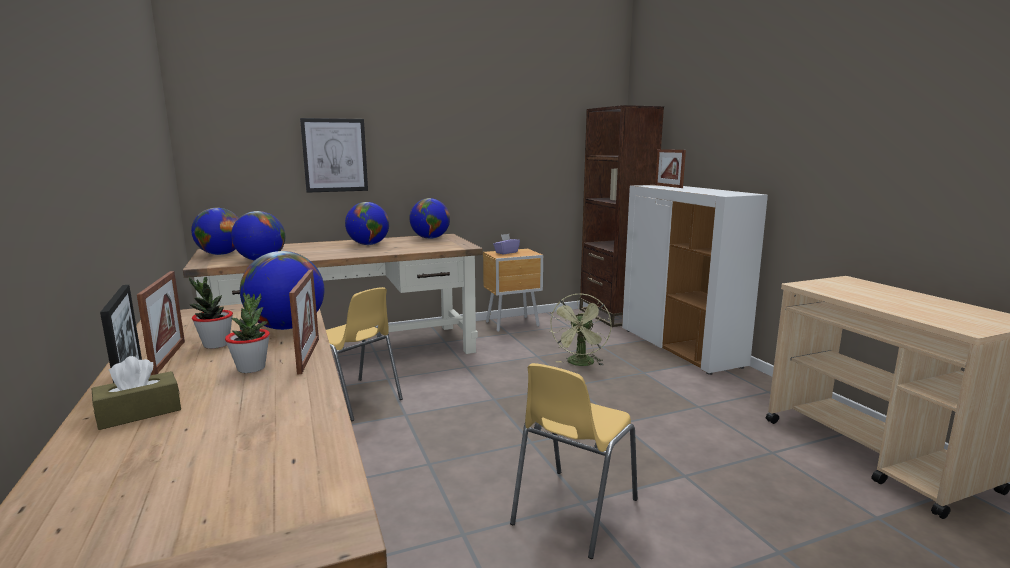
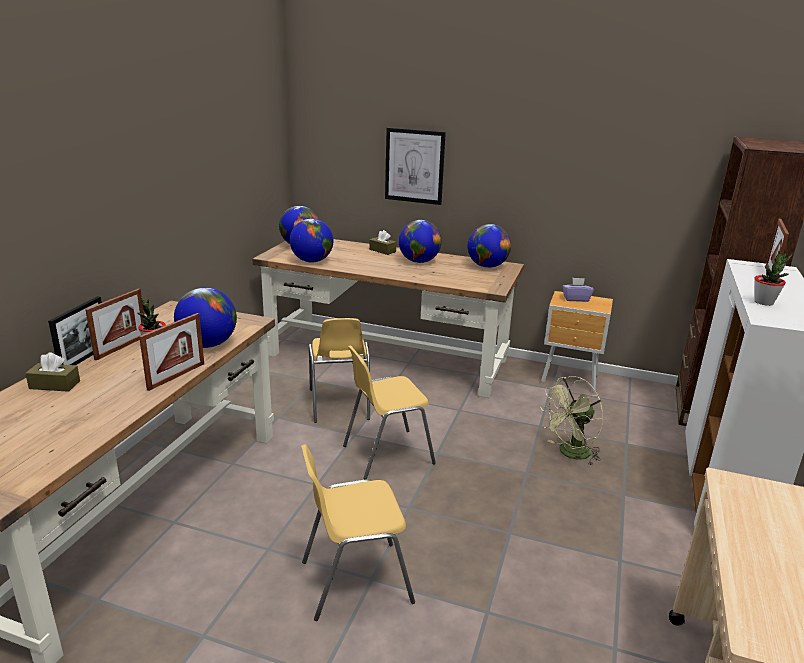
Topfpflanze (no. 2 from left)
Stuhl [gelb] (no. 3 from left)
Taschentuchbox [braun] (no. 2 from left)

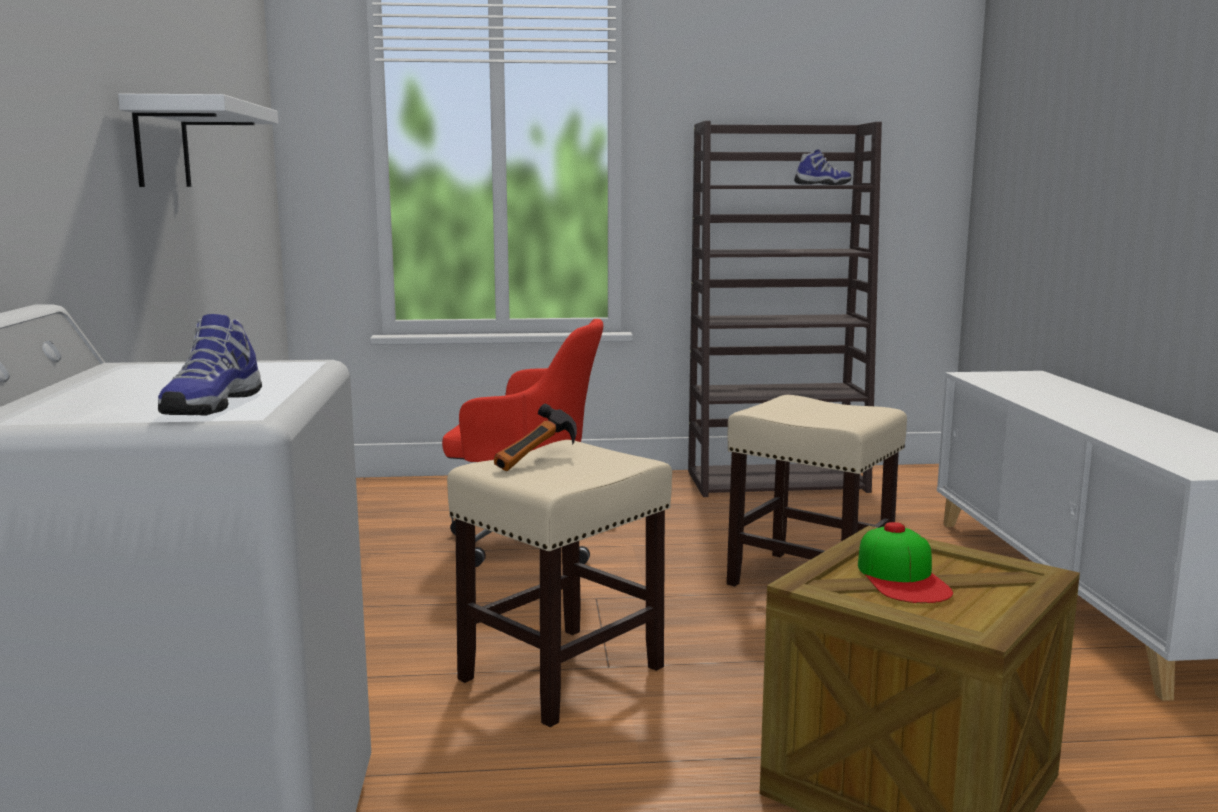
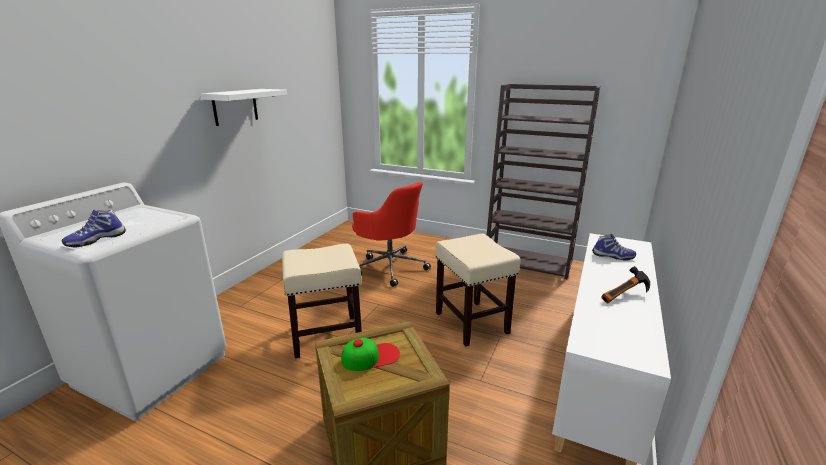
Hammer
Schuh (no. 2 from left)
Kappe

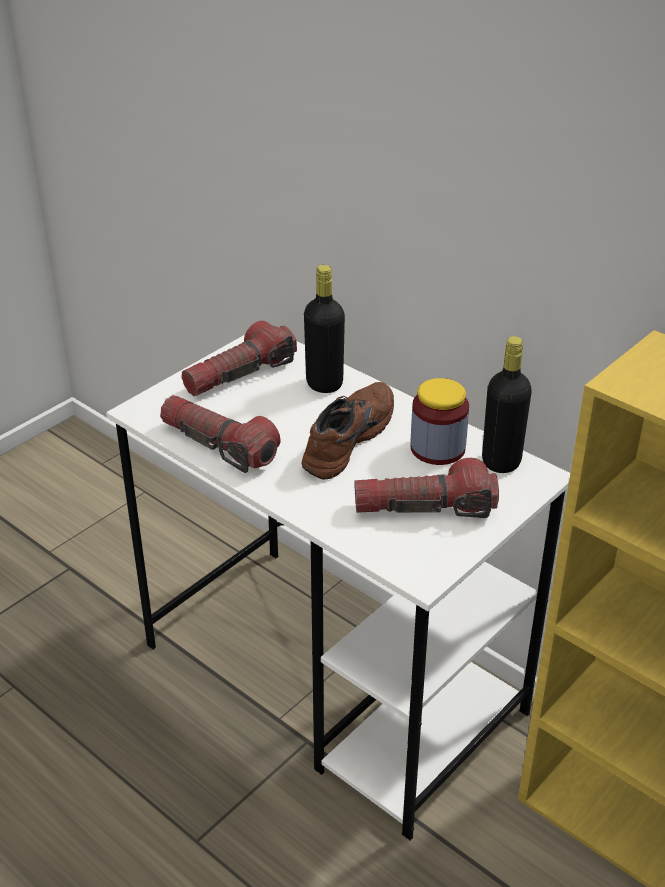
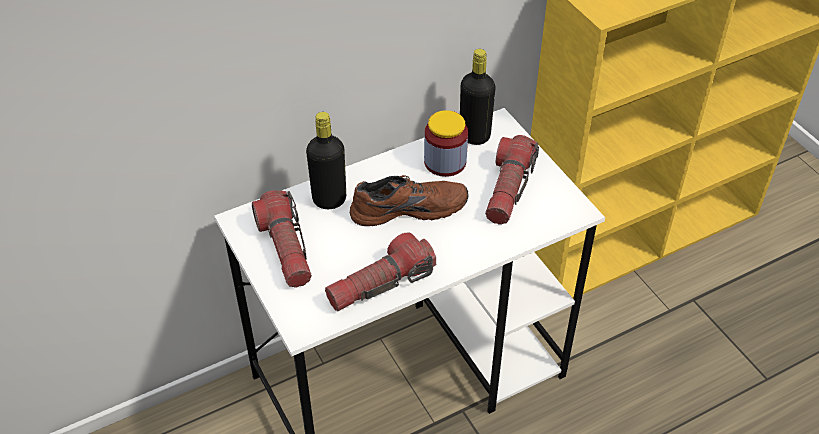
Schuh [braun]

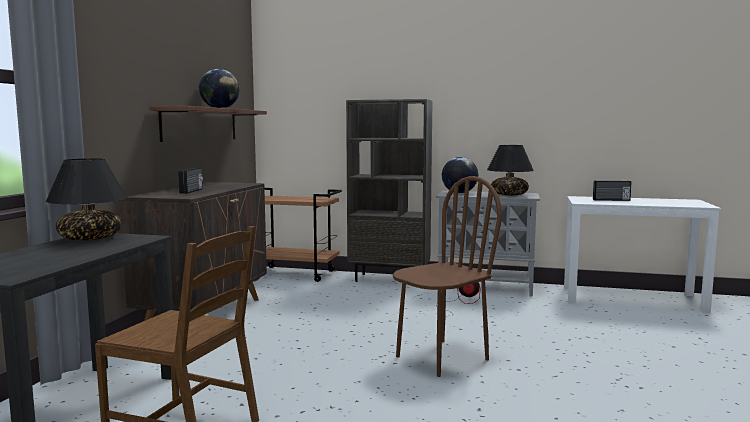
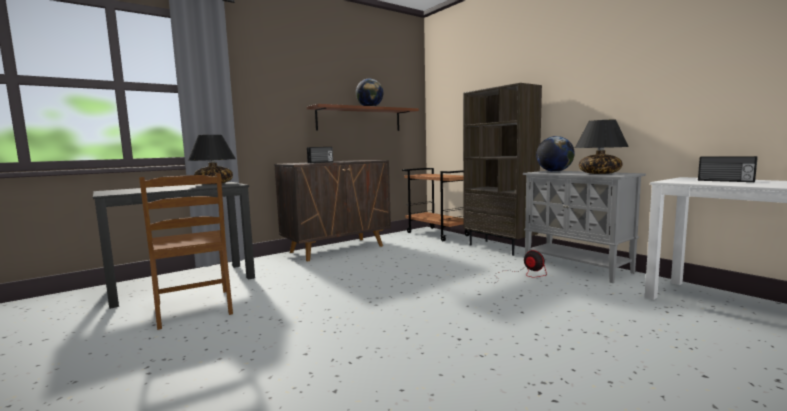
Stuhl [braun] (no. 2 from left in the first image)

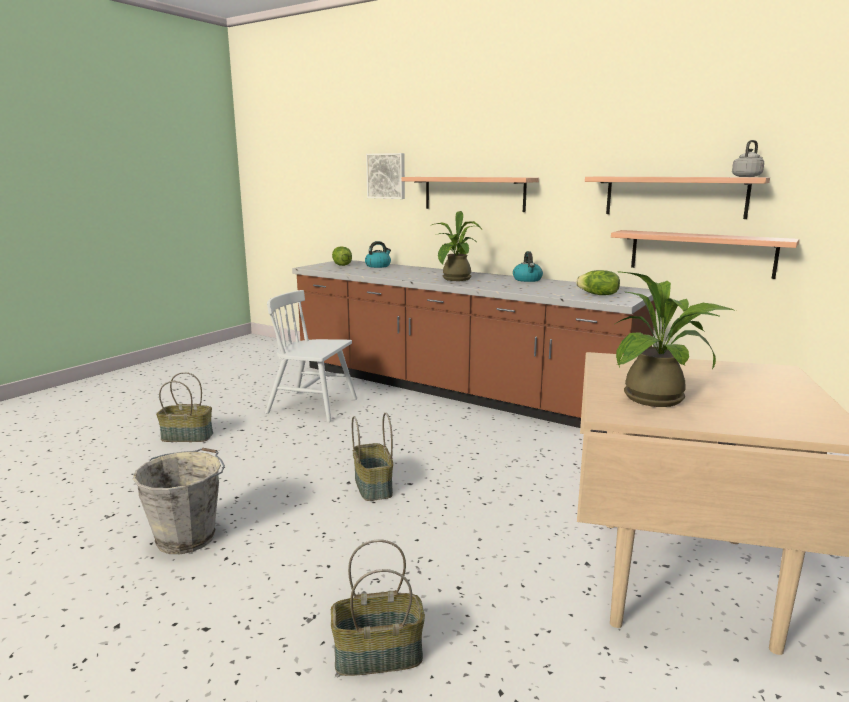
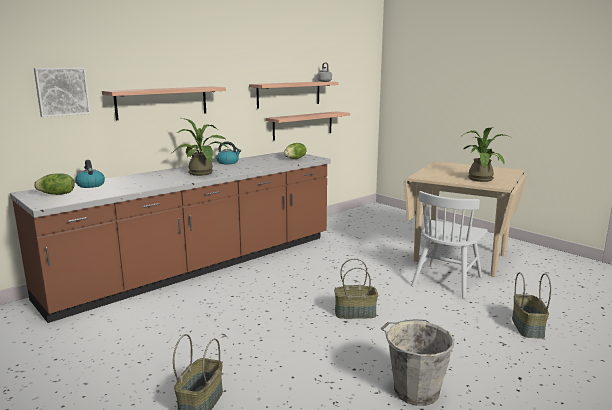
Stuhl [weiß]

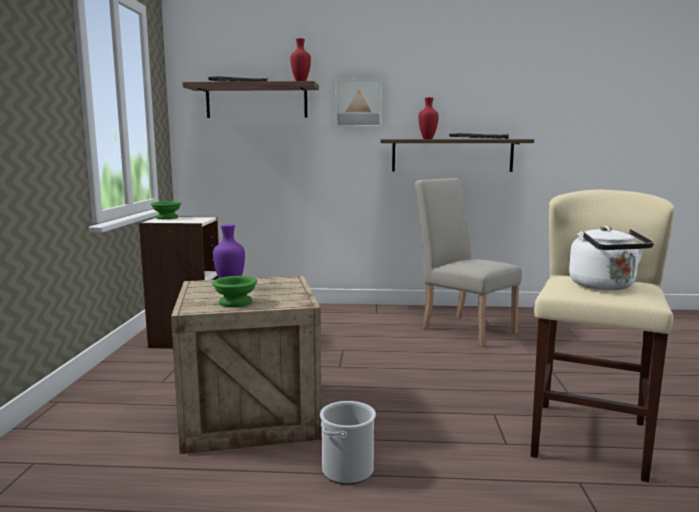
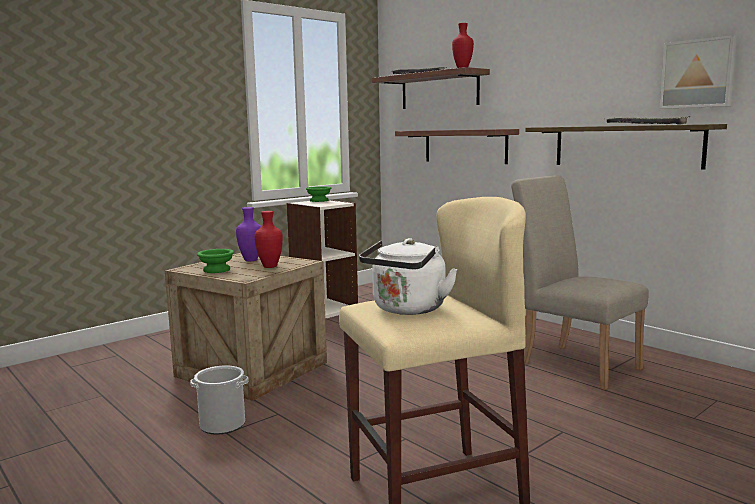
Bild
Stuhl [beige]
Vase [rot] (no. 1 from left)
Wandregal (no. 2 from left)

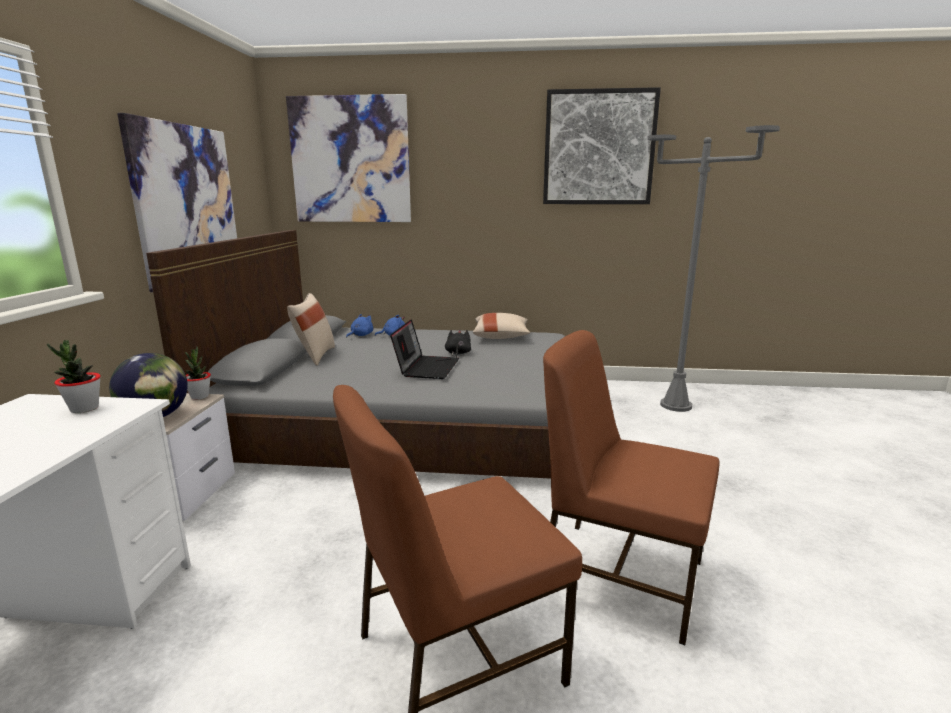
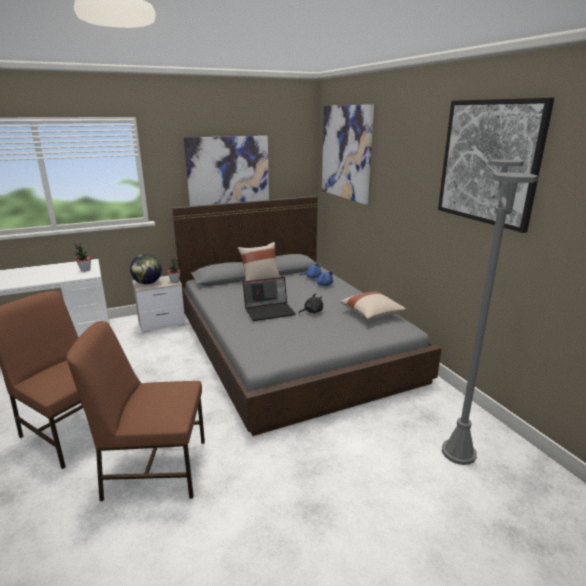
Stuhl [braun] (no. 2 from left)

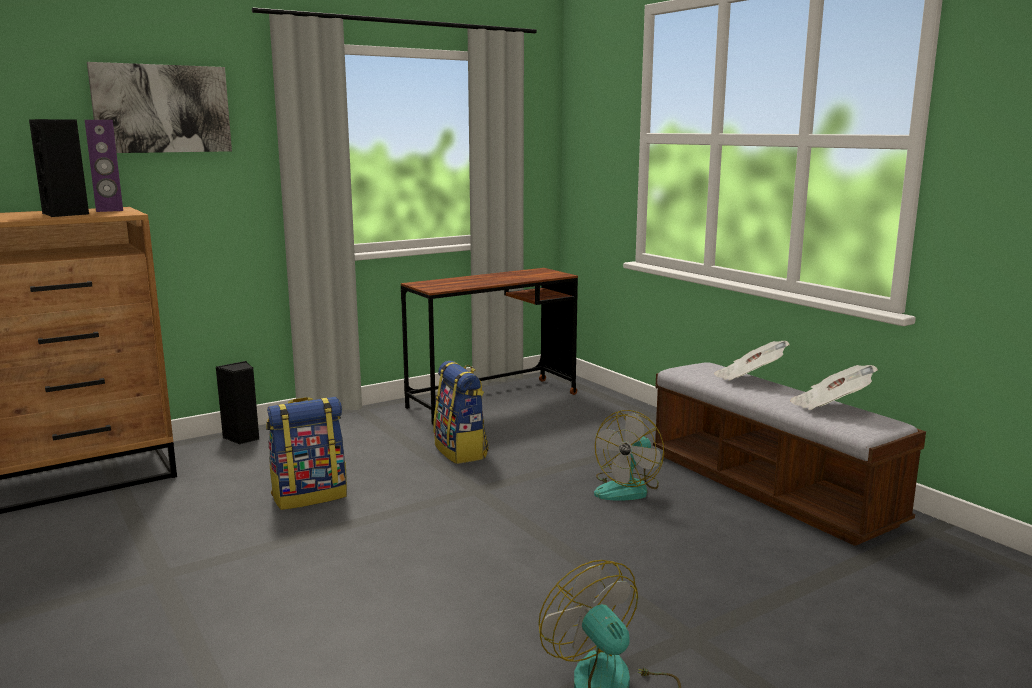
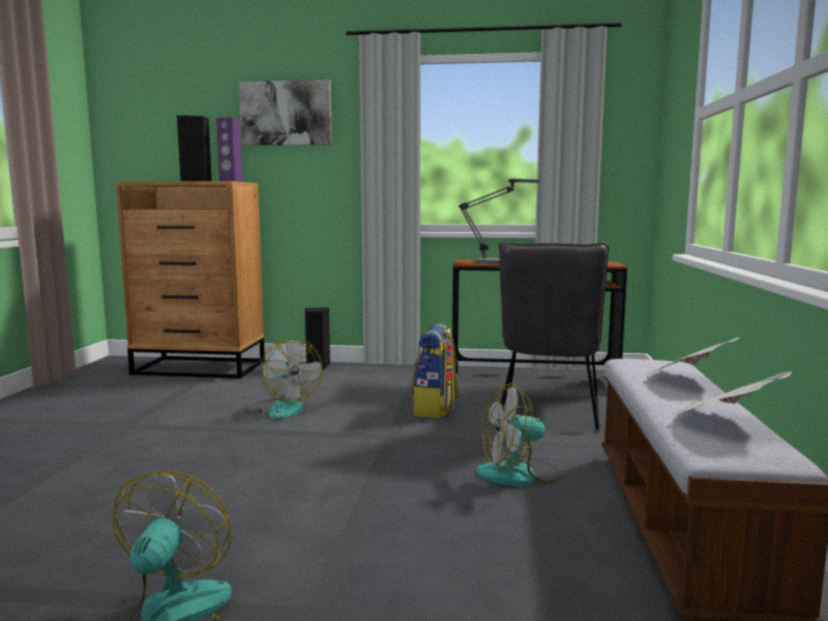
Ventilator (no. 2 from left)
Tischlampe
Stuhl [grau]

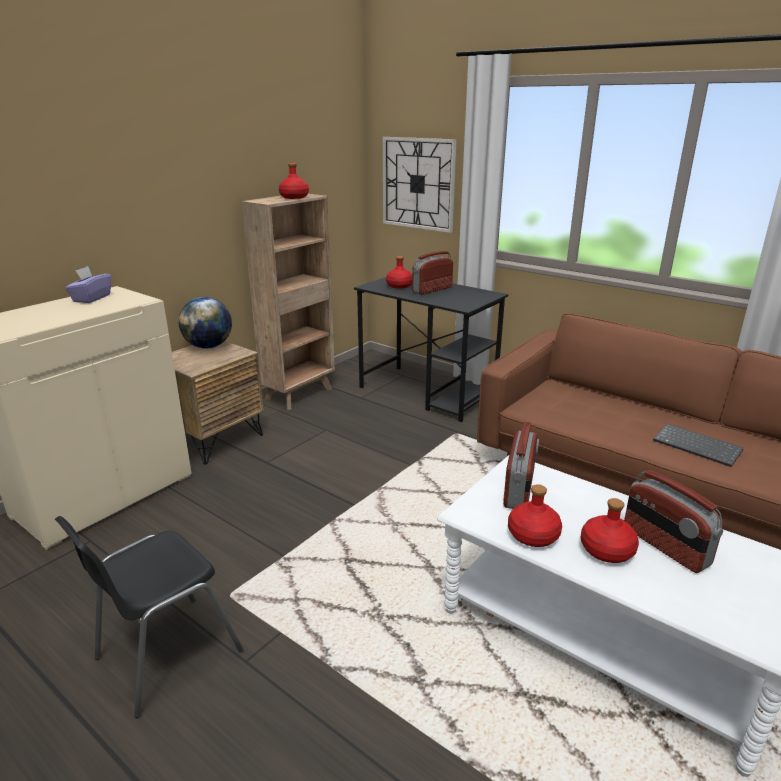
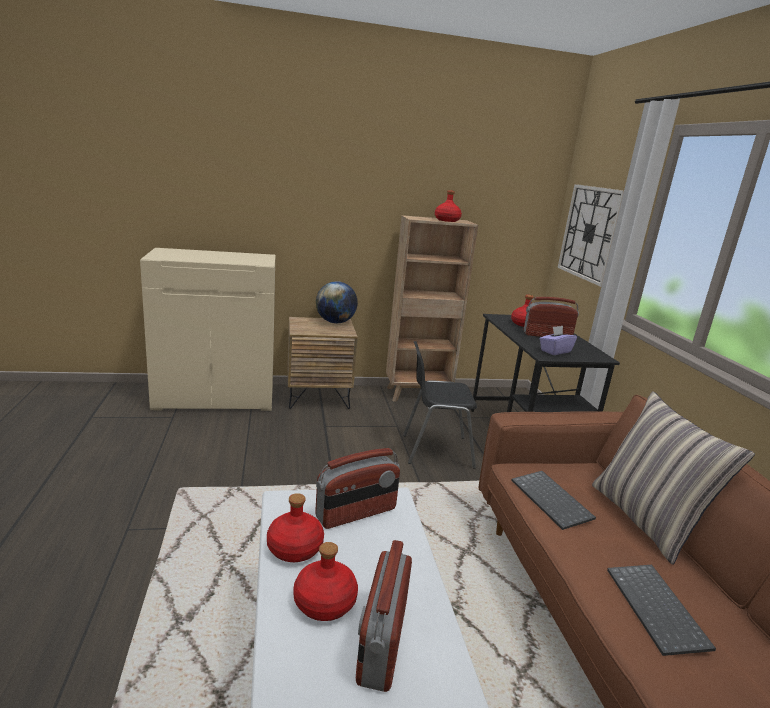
Stuhl [schwarz]
Taschentuchbox [lila]
Tastatur (no. 1 from left)
Kissen

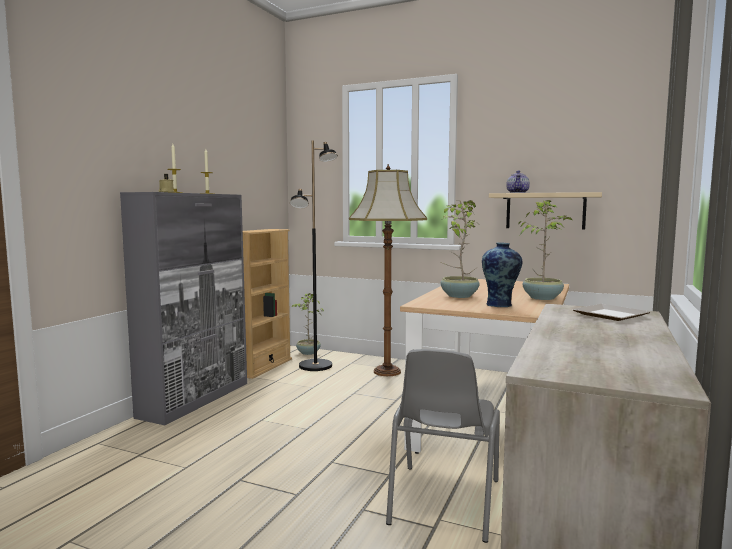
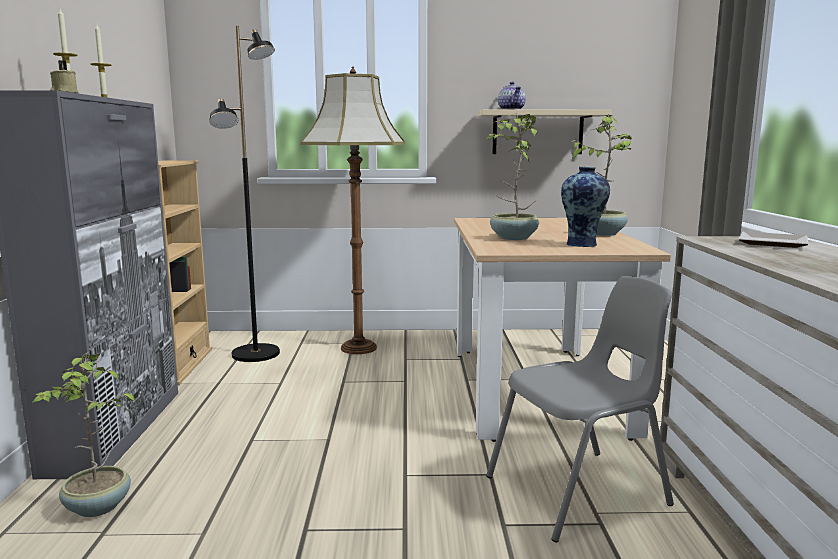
Topfpflanze (no. 1 from left)
Stuhl [grau]

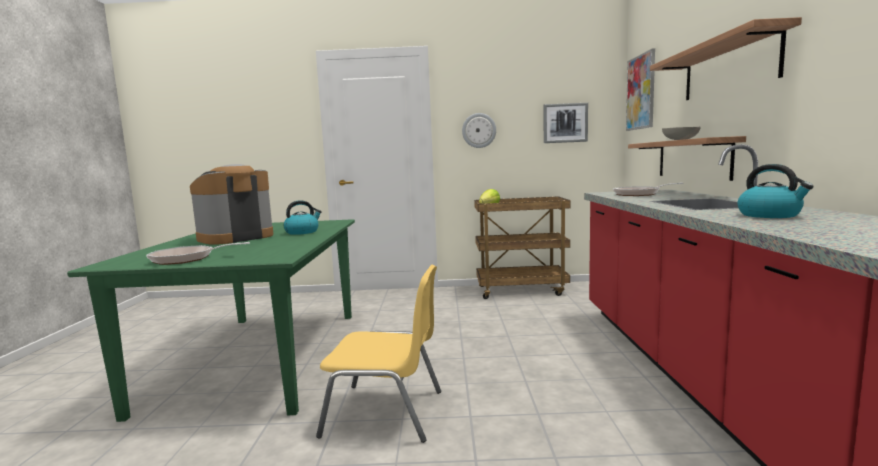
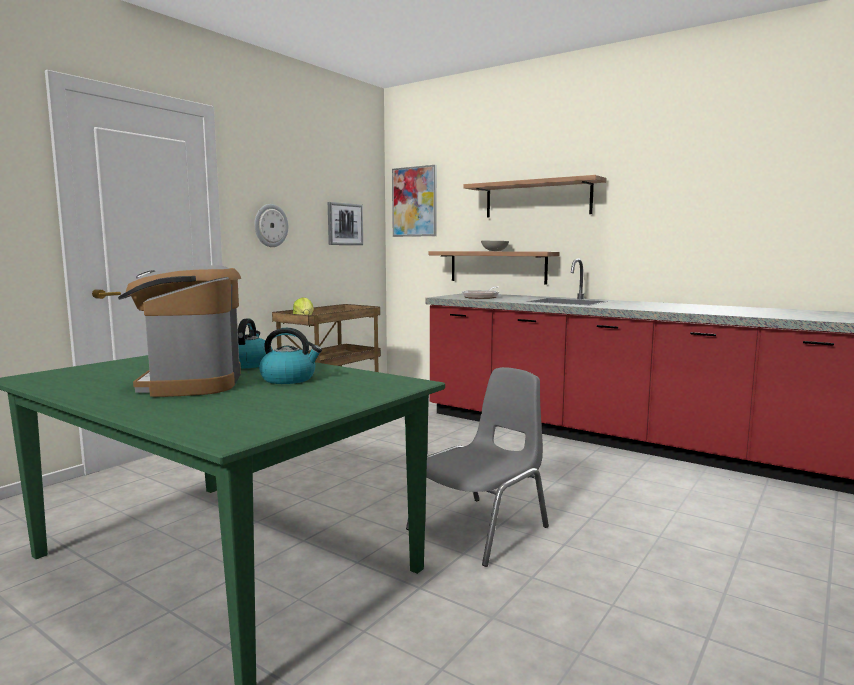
Pfanne (no. 1 from left in the first image)
Stuhl [grau]
Wasserkessel (no. 2 from left)

